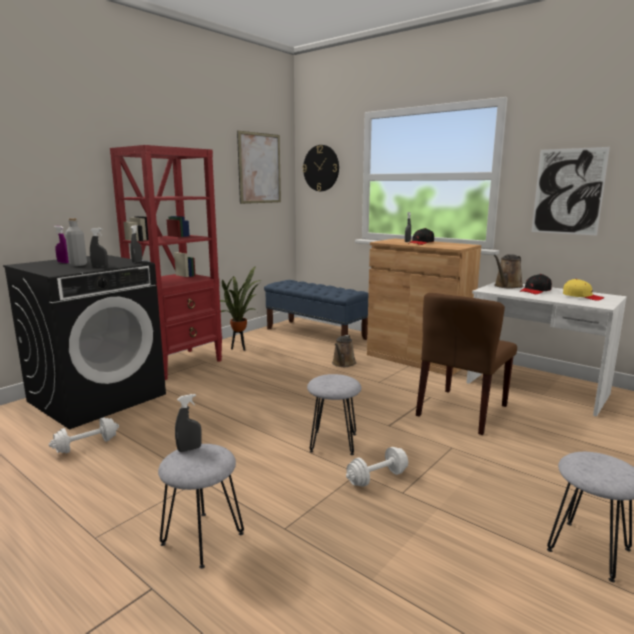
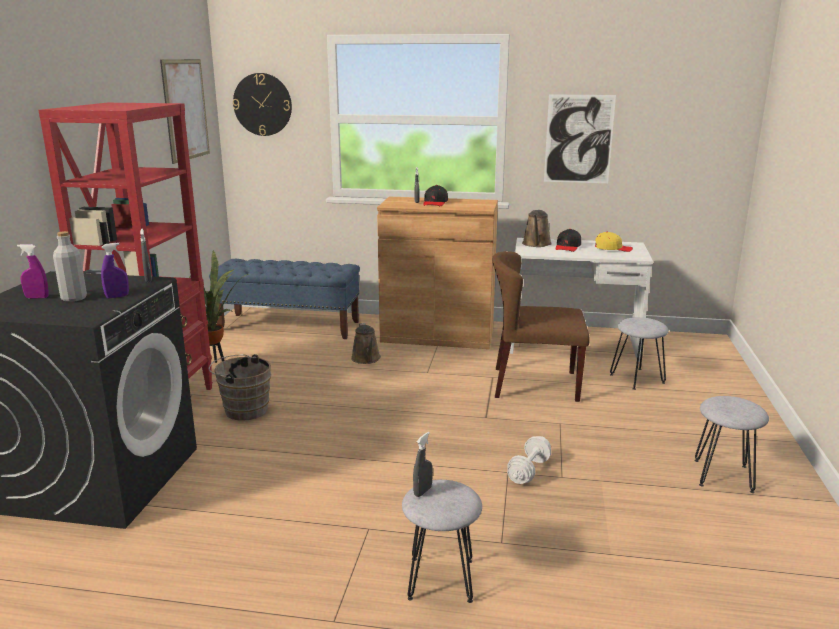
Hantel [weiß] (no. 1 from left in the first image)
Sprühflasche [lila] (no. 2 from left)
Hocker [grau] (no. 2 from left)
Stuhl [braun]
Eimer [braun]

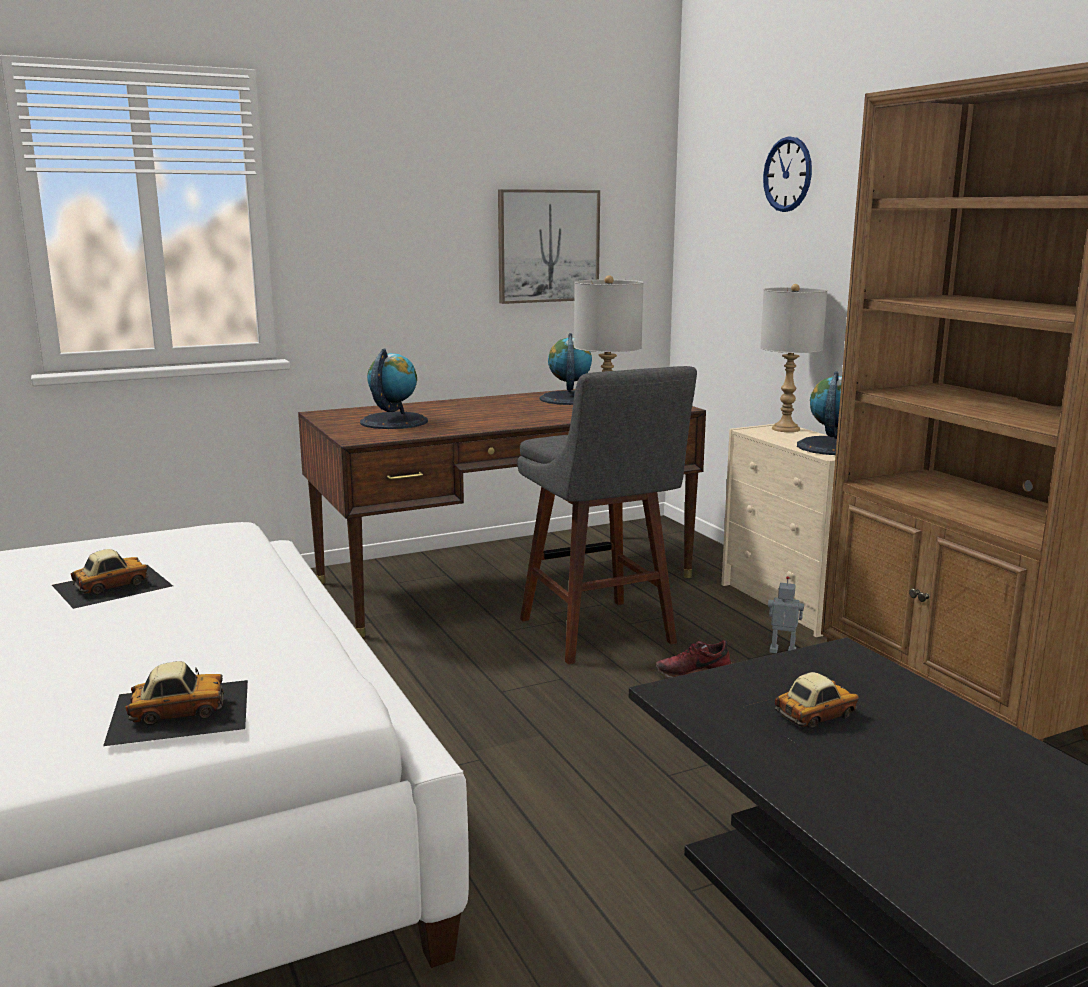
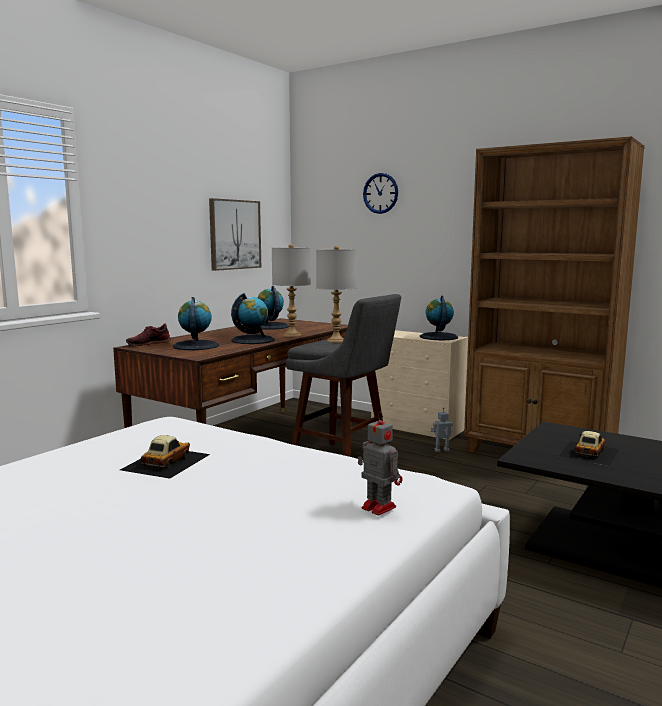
Spielzeugroboter (no. 1 from left)
Schuh
Tischlampe [grau] (no. 1 from left)
Globus (no. 2 from left)

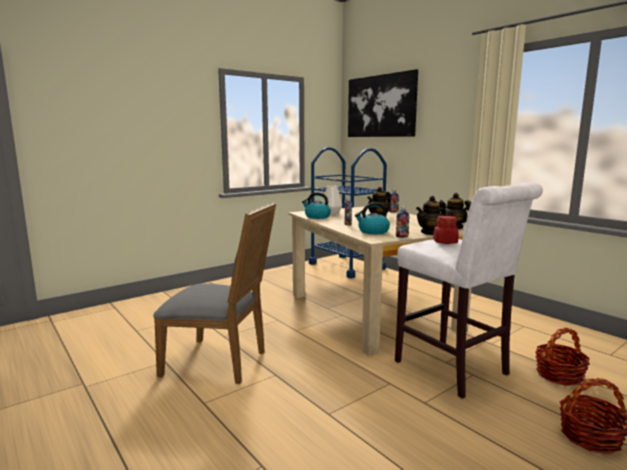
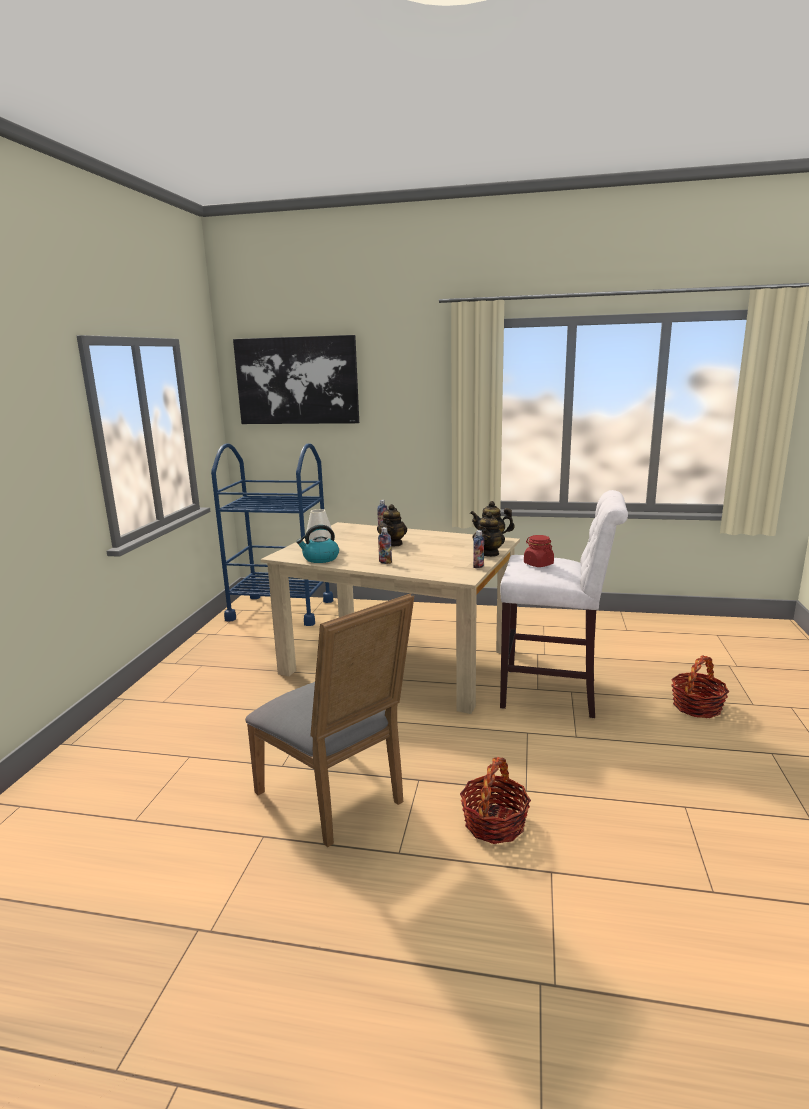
Stuhl [grau]
Wasserkessel (no. 2 from left in the first image)
Korb (no. 1 from left)

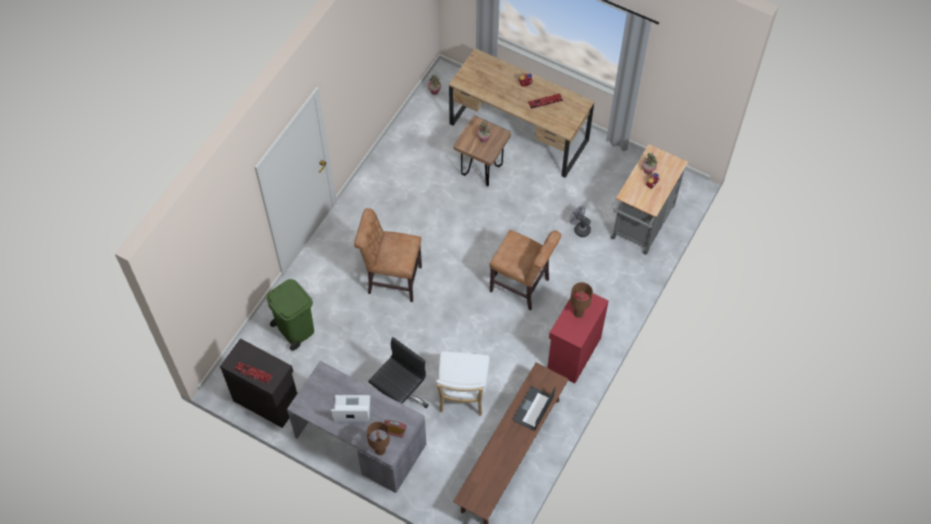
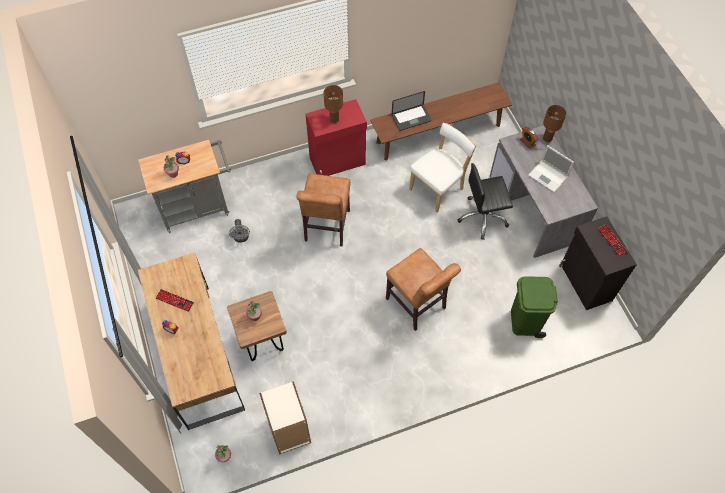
Stuhl [braun] (no. 1 from left)
Bücherregal

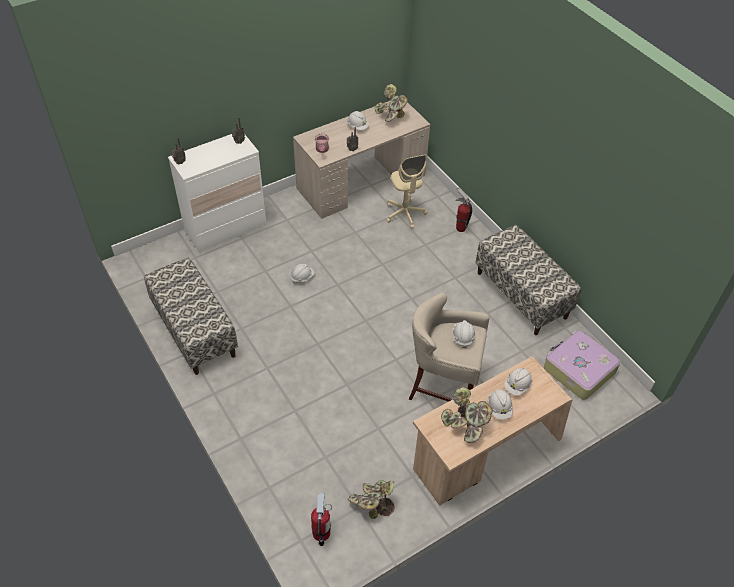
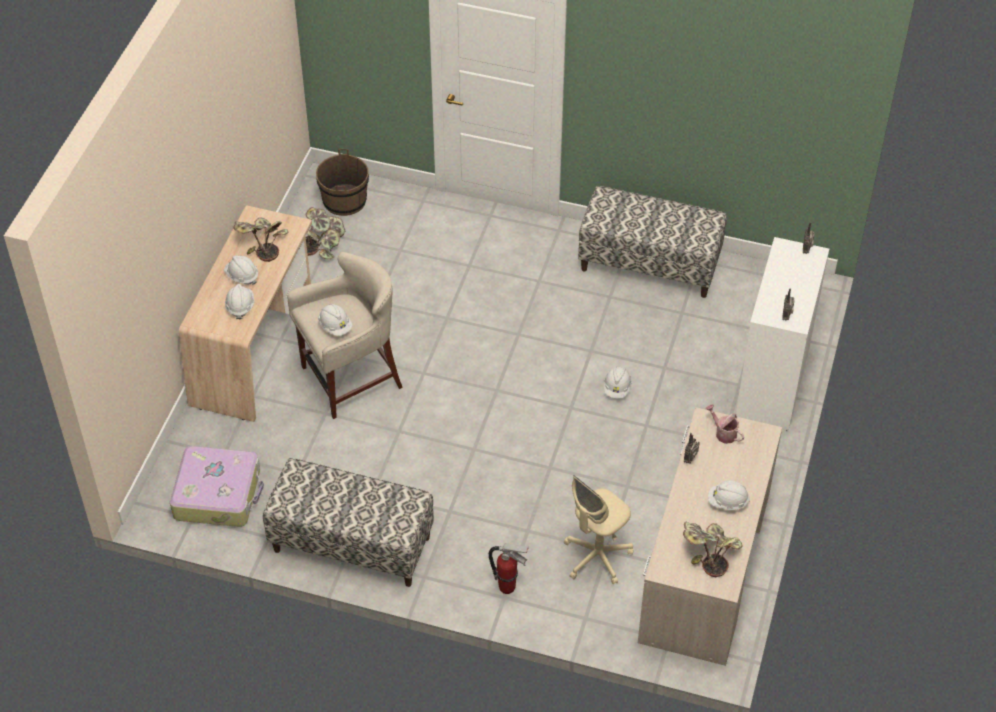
Eimer [braun]
Bürostuhl [beige]

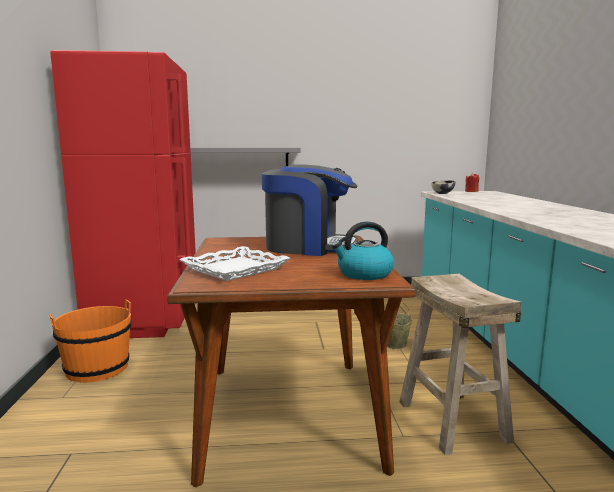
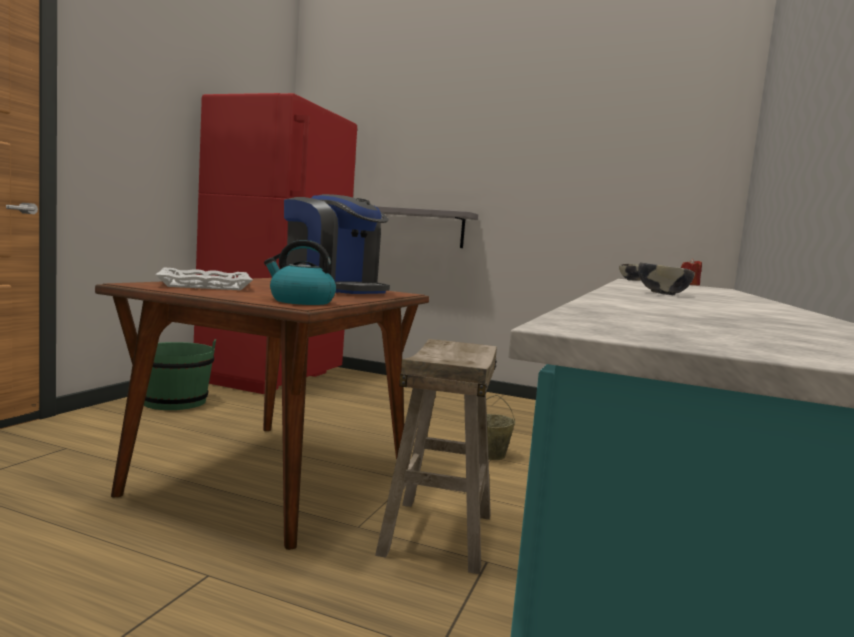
Eimer [grün]
Schüssel (no. 2 from left)

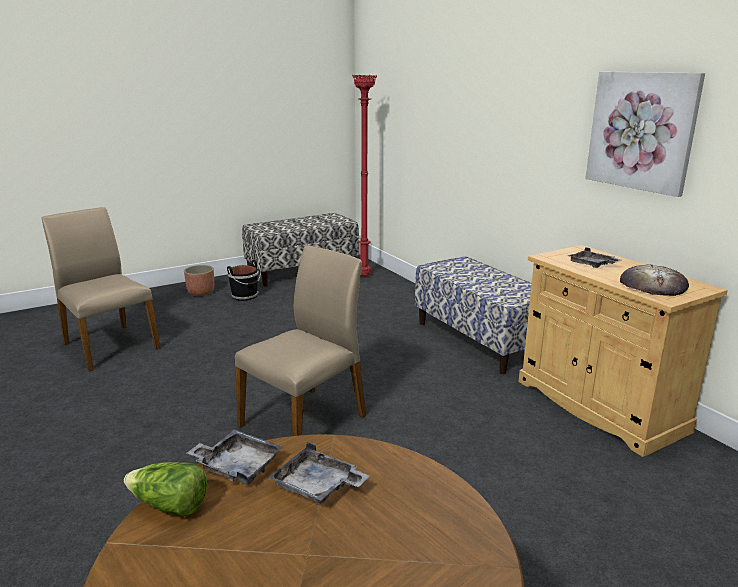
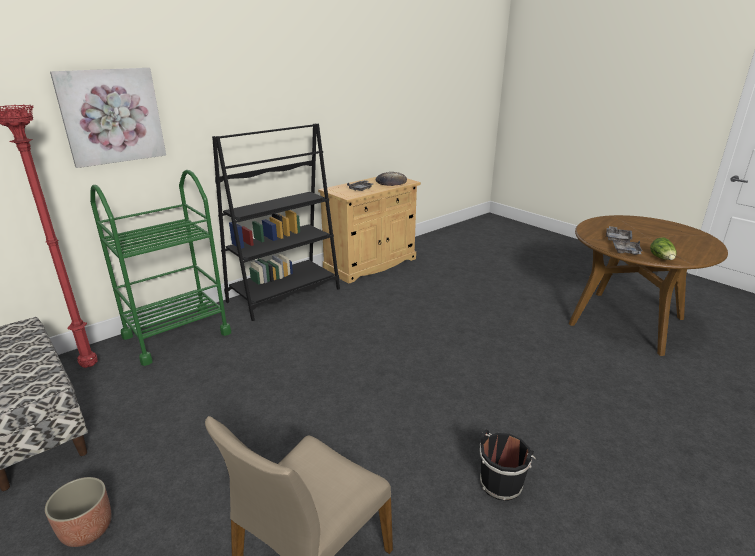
Eimer [schwarz]
Stuhl [beige] (no. 2 from left in the first image)
Bücherregal [schwarz]
Bild
Rollwagen [grün]

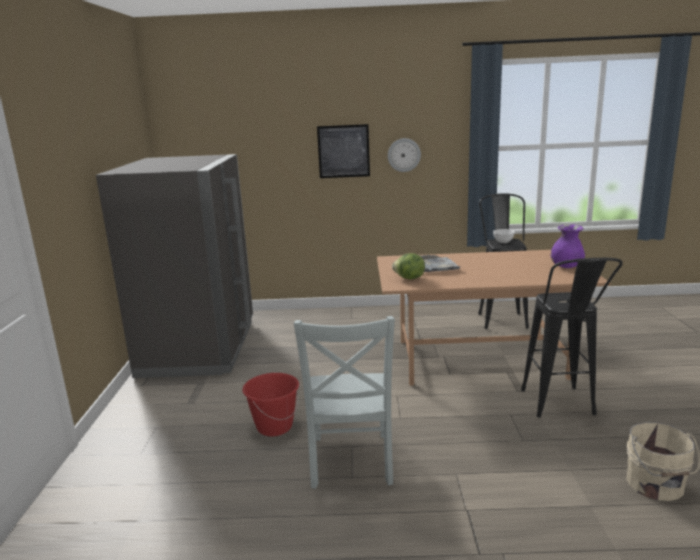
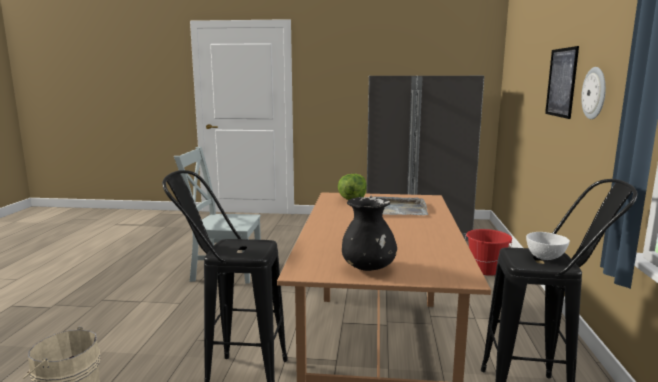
Eimer [rot]
Vase [schwarz]

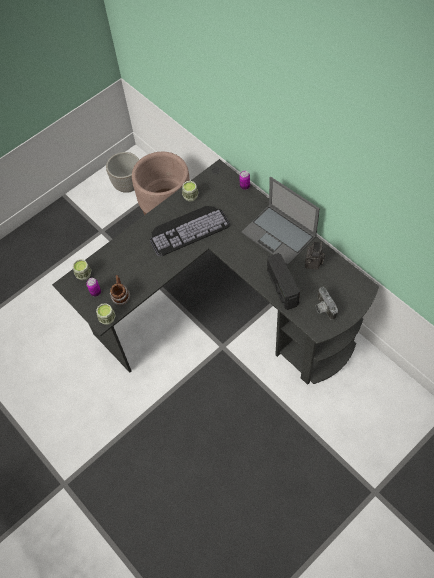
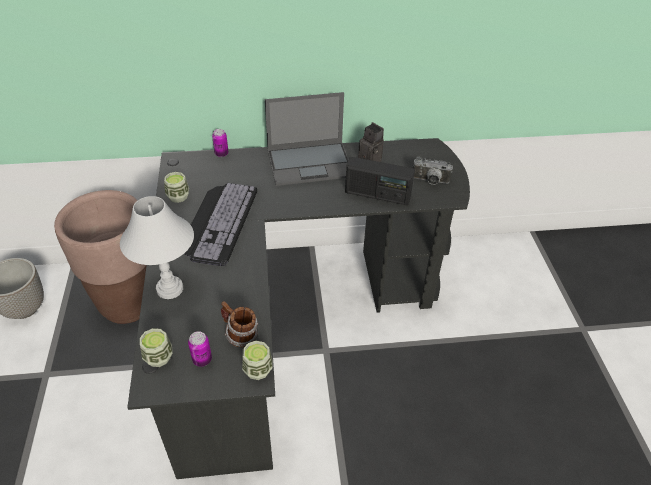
Tischlampe [weiß]

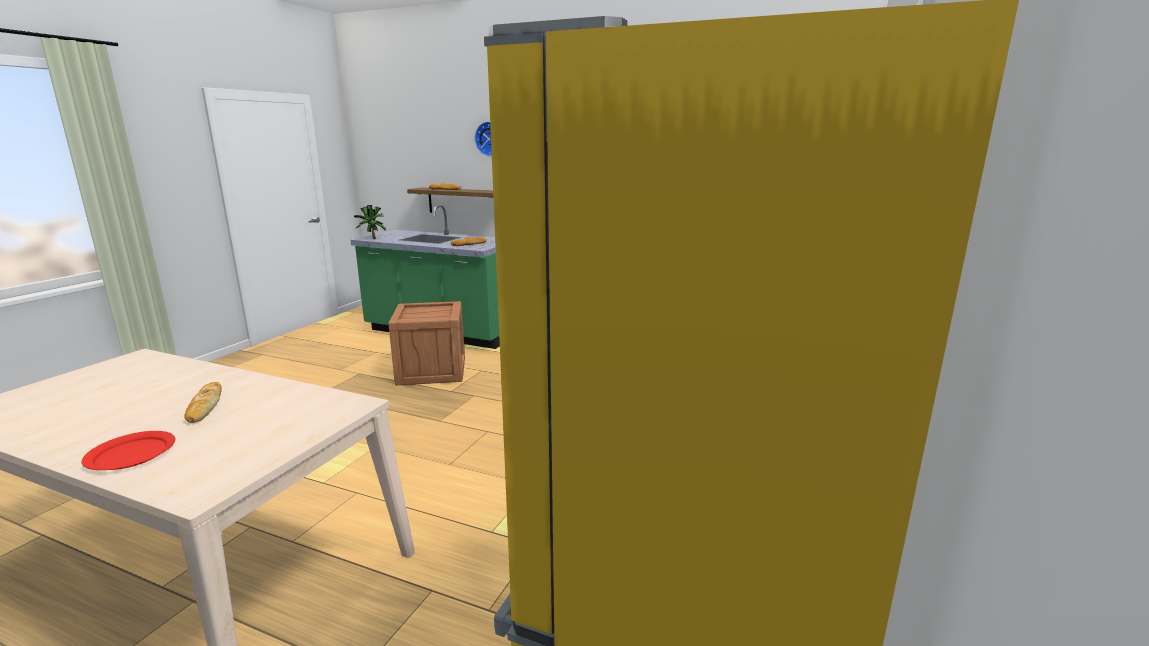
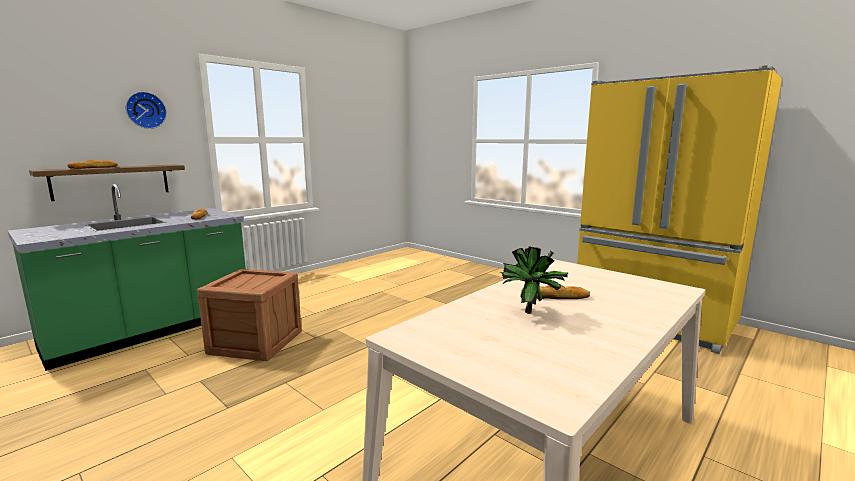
Teller [rot]
Topfpflanze

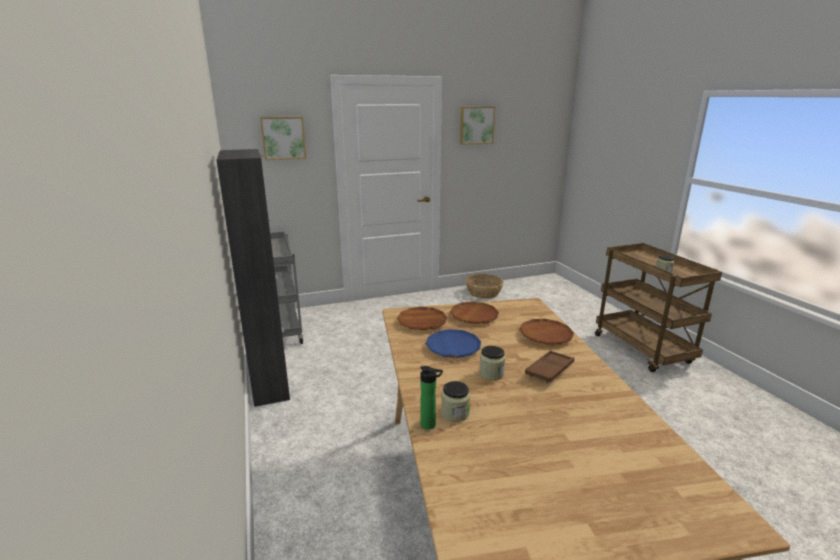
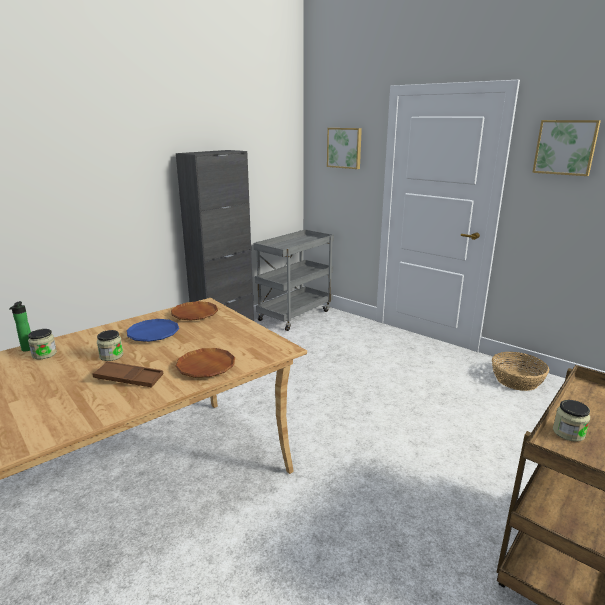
Teller [braun] (no. 2 from left in the first image)

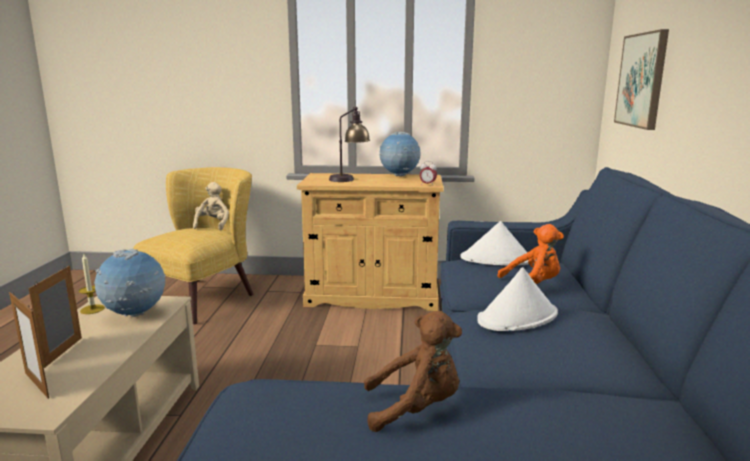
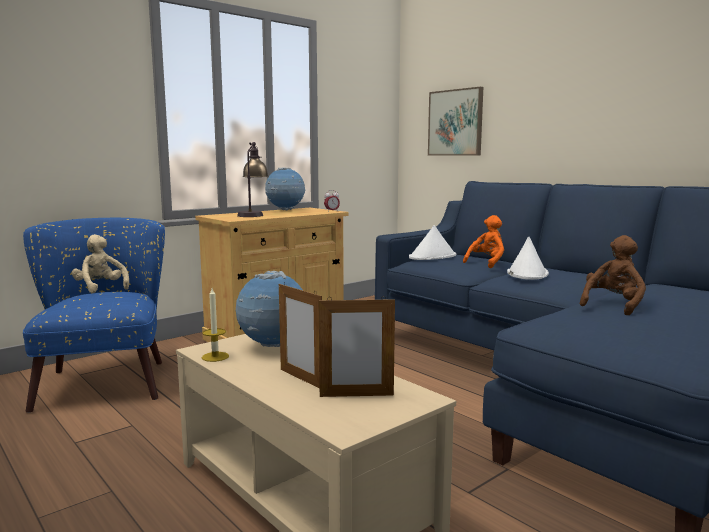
Sessel [blau]

